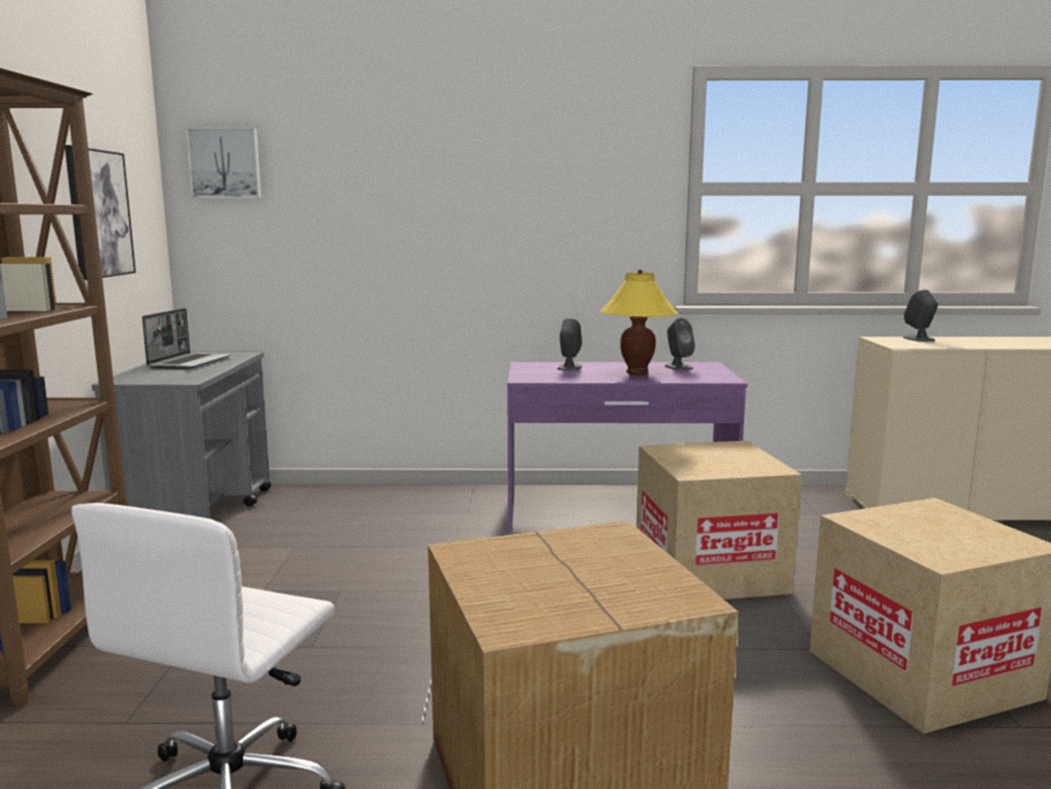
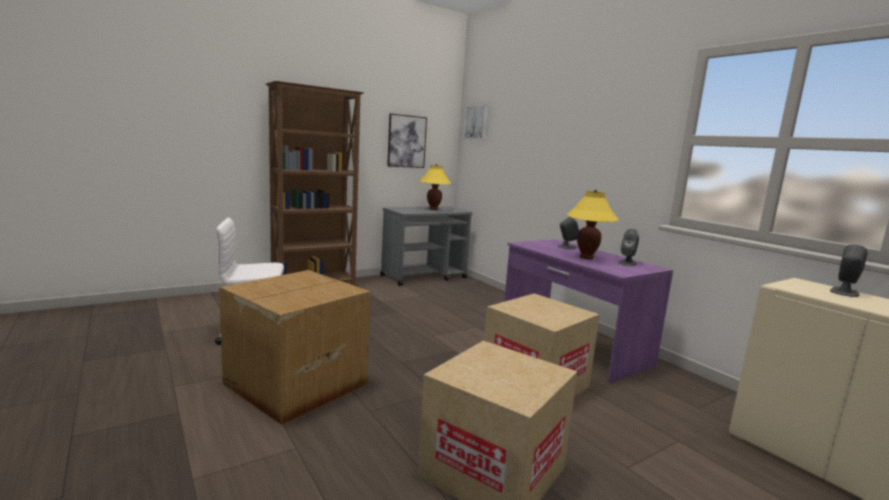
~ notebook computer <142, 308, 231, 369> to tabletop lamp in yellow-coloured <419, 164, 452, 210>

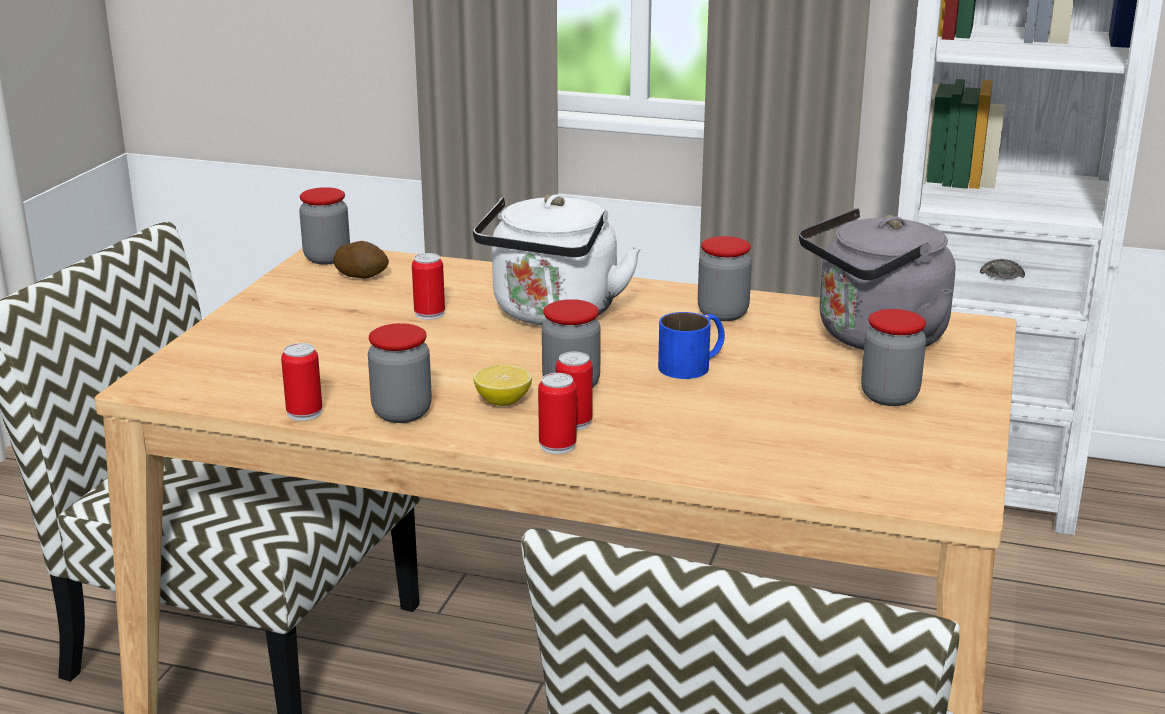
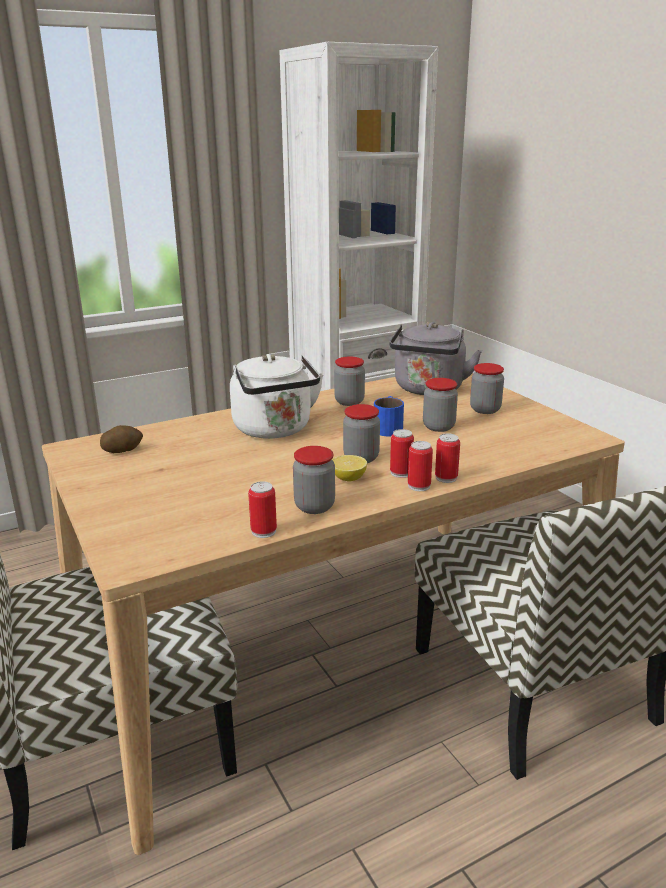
~ preserve jar <299, 187, 350, 264> to <423, 378, 458, 432>
~ sealed can <412, 253, 445, 320> to <435, 434, 460, 483>

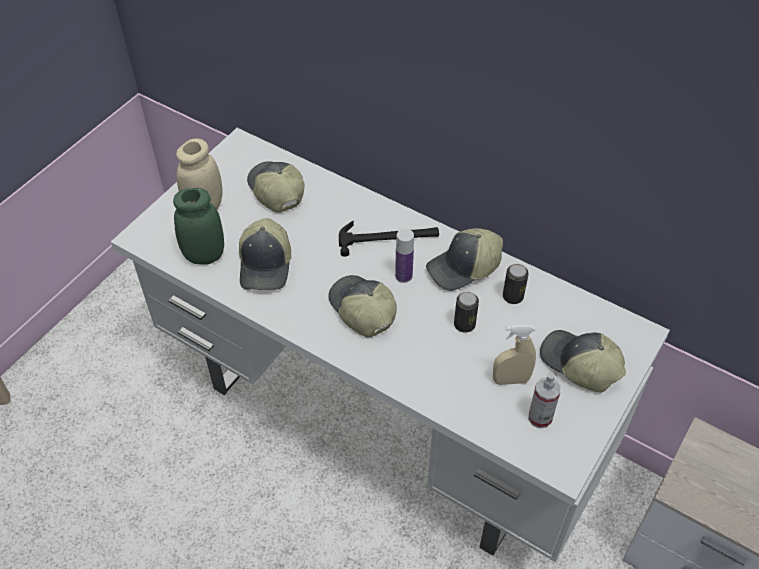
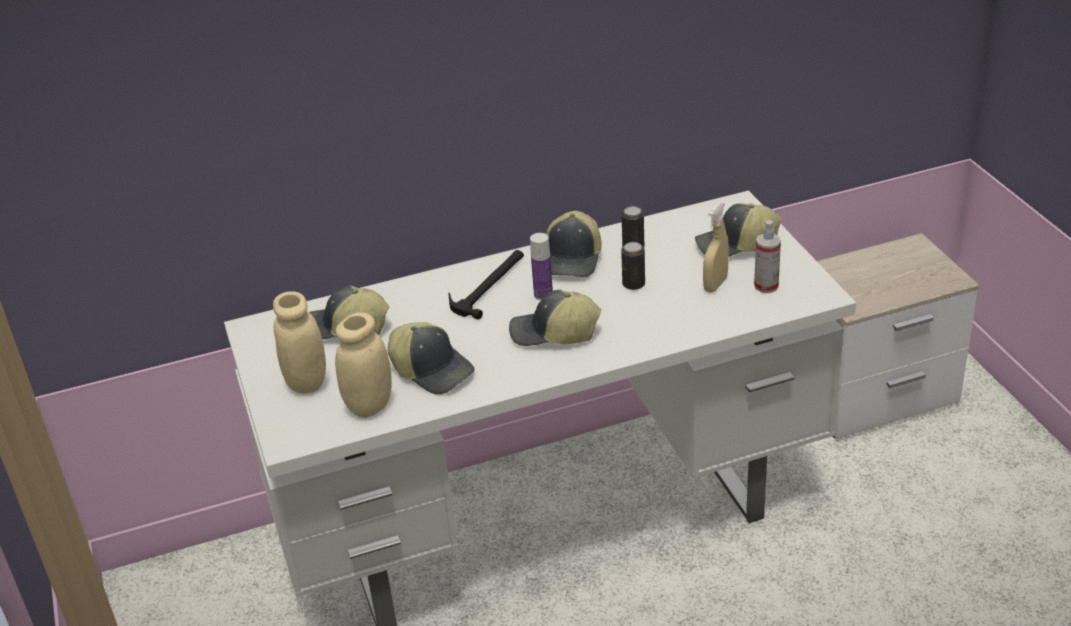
~ preserve jar in green <173, 188, 224, 265> to preserve jar in beige-coloured <335, 312, 392, 418>

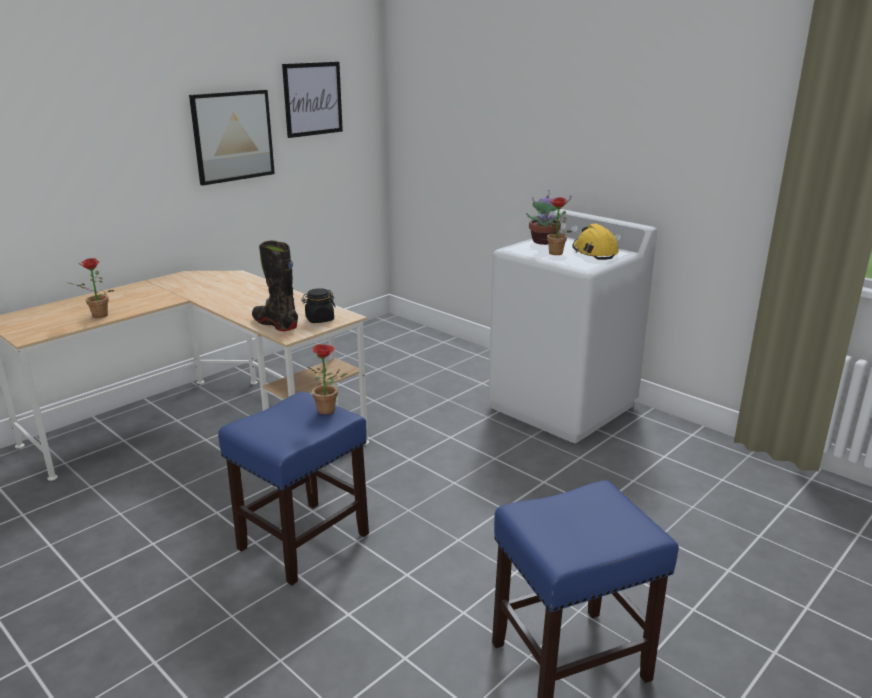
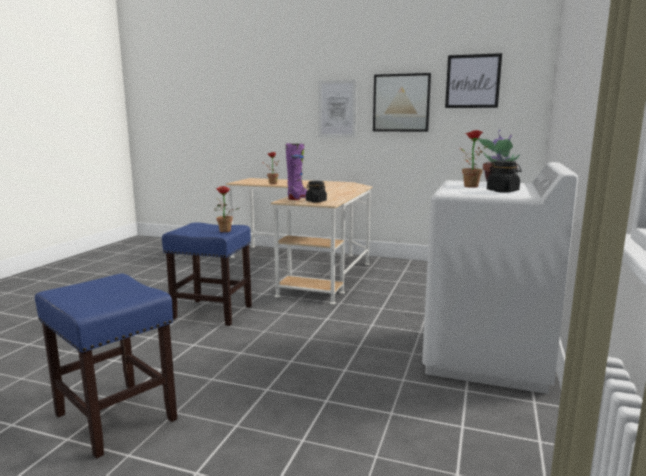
~ tall boot in black <252, 240, 298, 331> to tall boot in purple <286, 143, 307, 200>
~ hard hat in yellow-coloured <572, 224, 619, 260> to preserve jar in black <487, 161, 522, 193>
+ wall picture <318, 80, 357, 138>

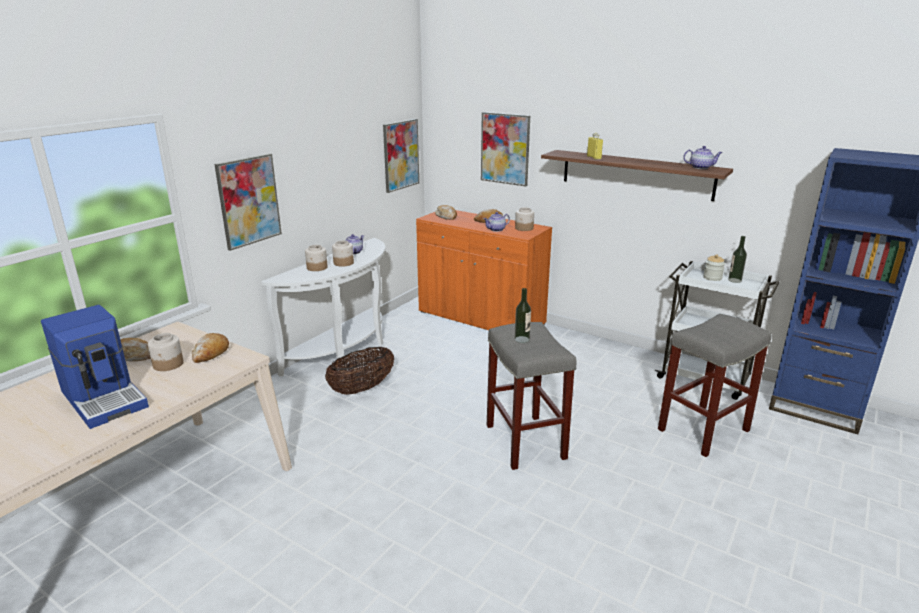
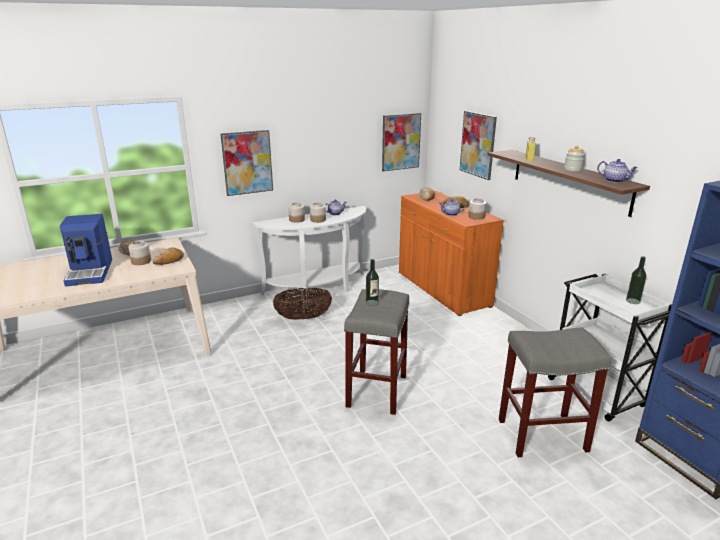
~ preserve jar <703, 254, 725, 281> to <564, 145, 585, 171>

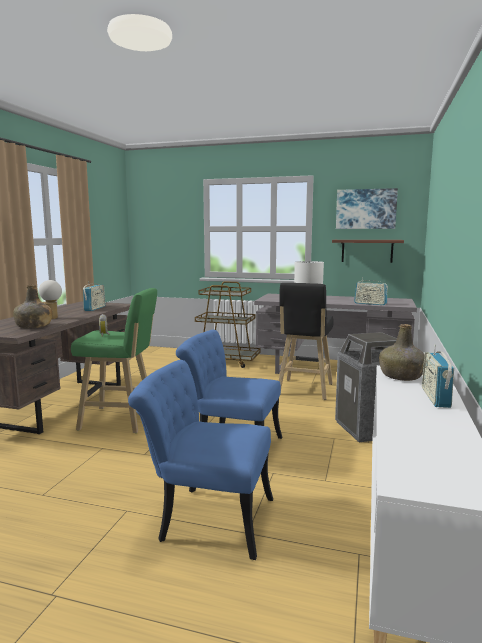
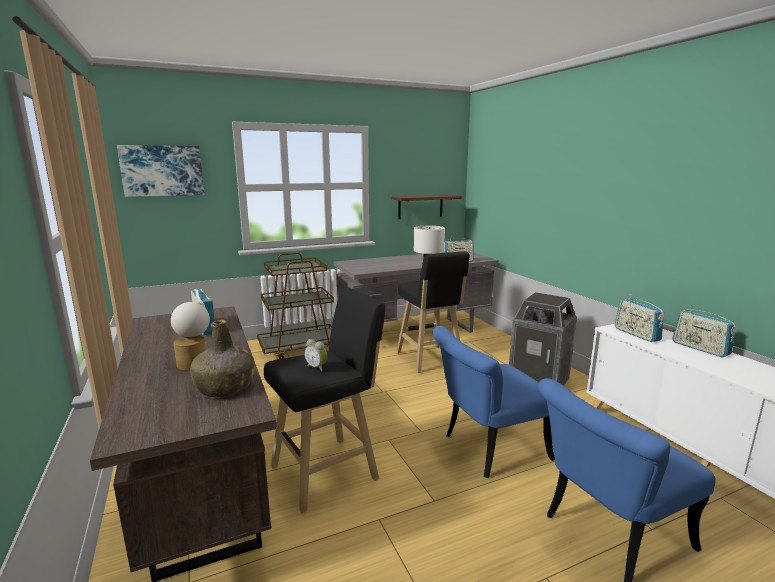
~ sitting stool in green <71, 288, 157, 433> to sitting stool in black <264, 287, 385, 513>
~ wall picture <336, 188, 398, 229> to <117, 145, 204, 197>
~ drink bottle in green <379, 324, 425, 381> to radio set <615, 294, 664, 342>

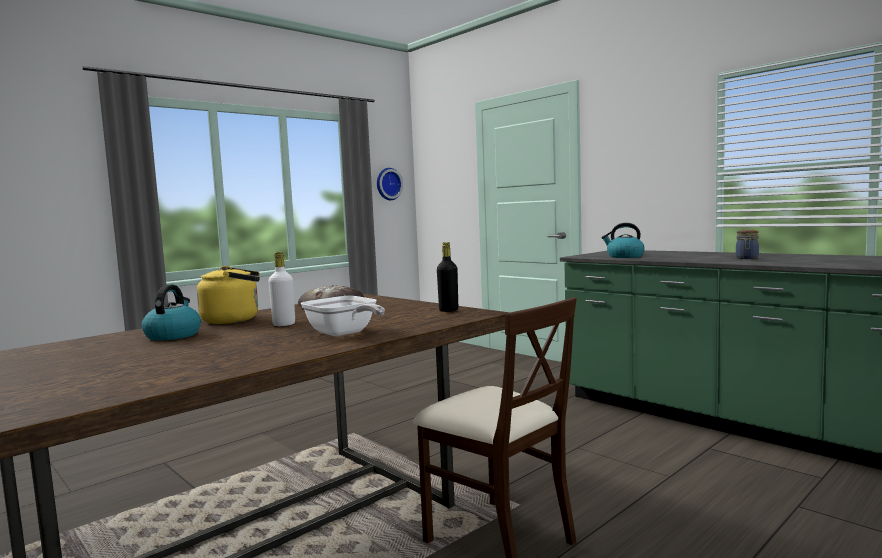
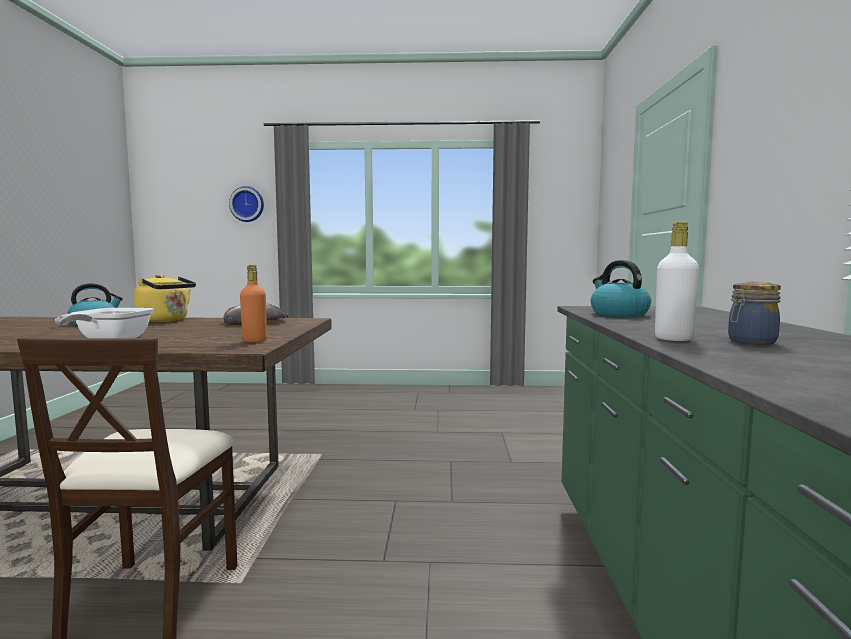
~ drink bottle in white <269, 252, 295, 326> to <655, 222, 699, 341>
~ hanging clock <377, 168, 403, 200> to <229, 186, 264, 222>
~ drink bottle in black <437, 242, 458, 312> to drink bottle in orangey <240, 265, 267, 342>

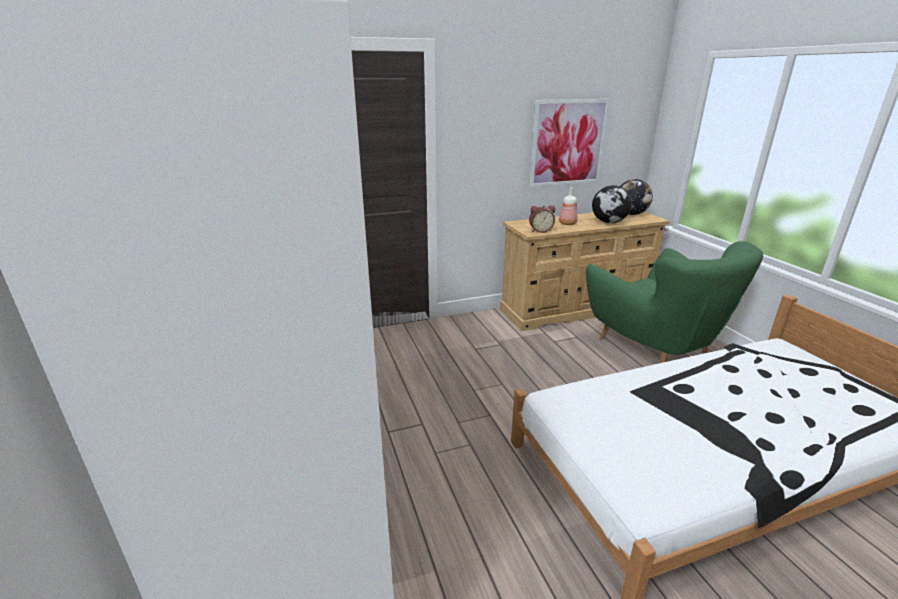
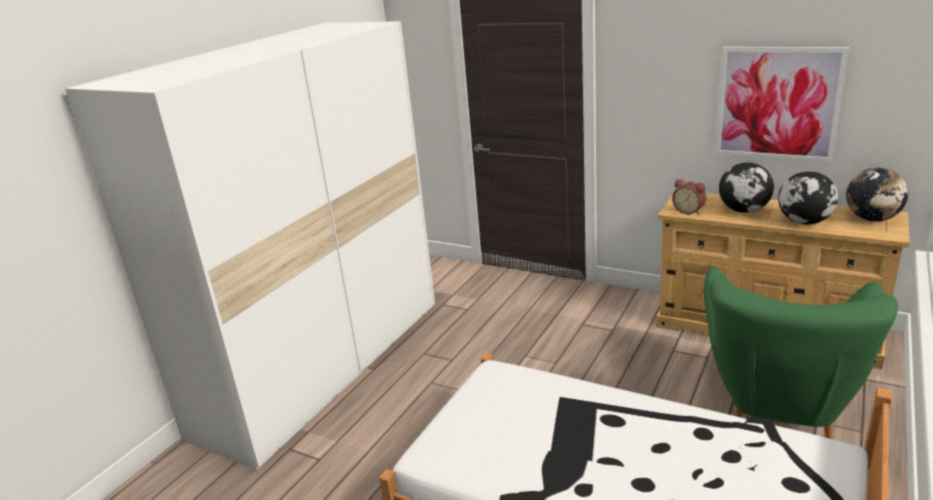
~ drink bottle <559, 187, 577, 225> to globe <719, 162, 774, 213>

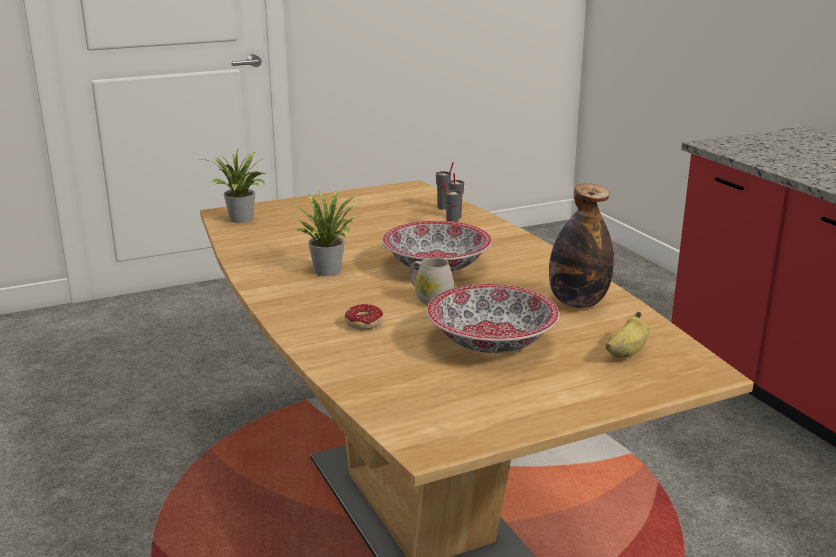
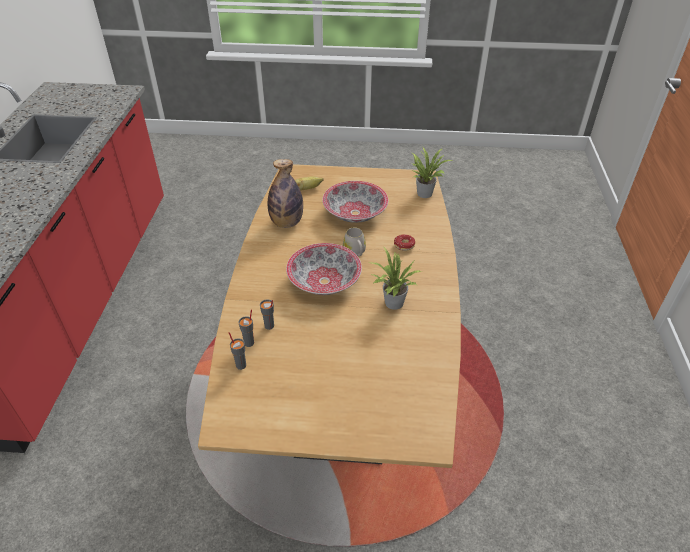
~ houseplant <201, 150, 266, 223> to <412, 146, 454, 198>

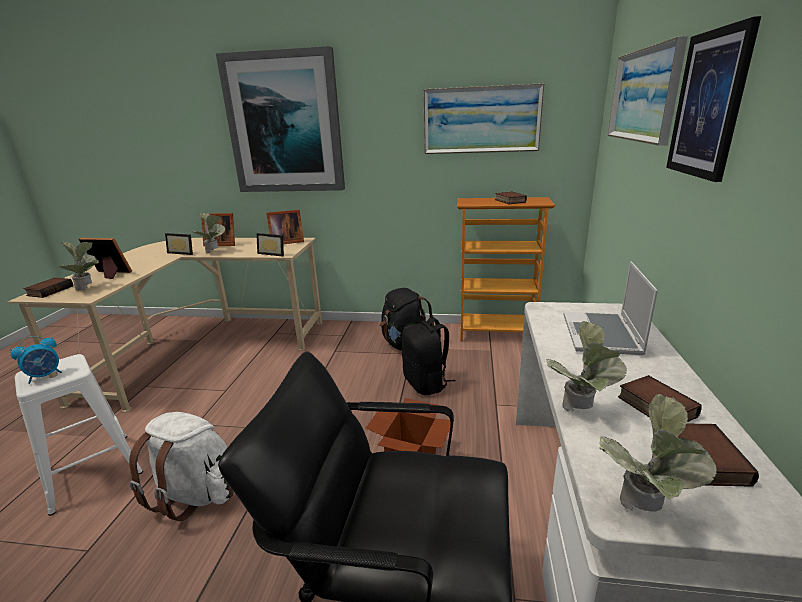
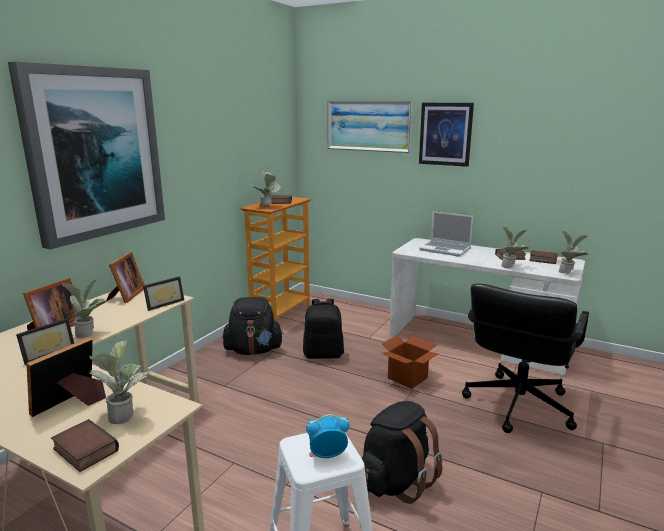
~ table clock <10, 336, 62, 384> = <306, 414, 349, 458> 75 degrees counterclockwise
~ knapsack in white <129, 412, 234, 521> to knapsack in black <362, 401, 443, 504>
- wall picture <423, 83, 545, 154>
+ houseplant <252, 171, 281, 207>

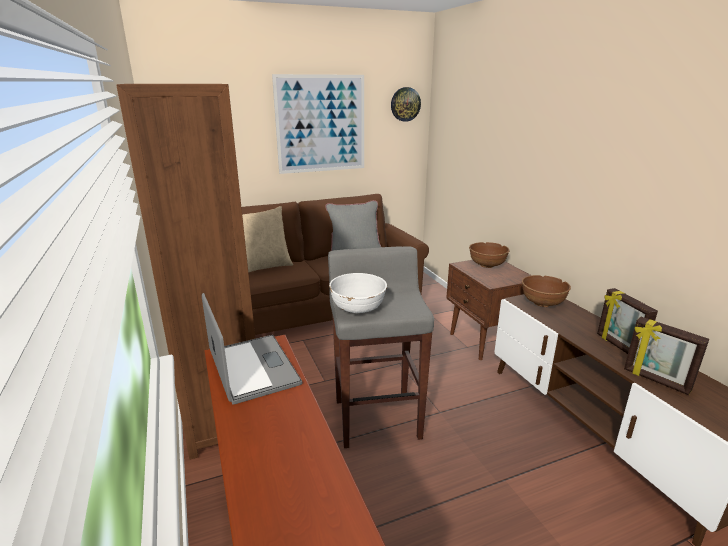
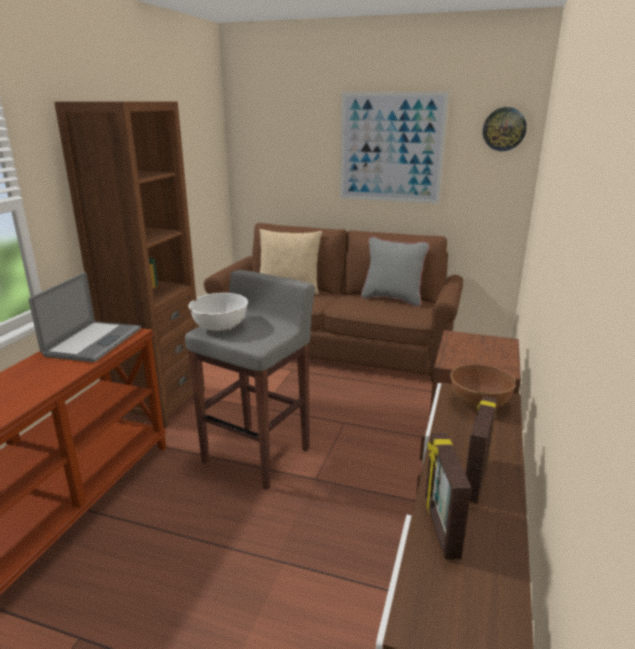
- serving bowl in brown-coloured <469, 242, 510, 268>

